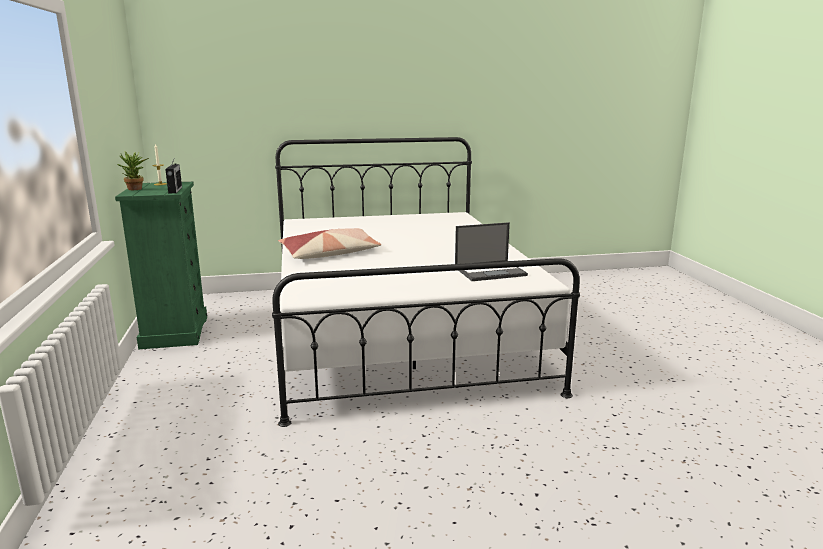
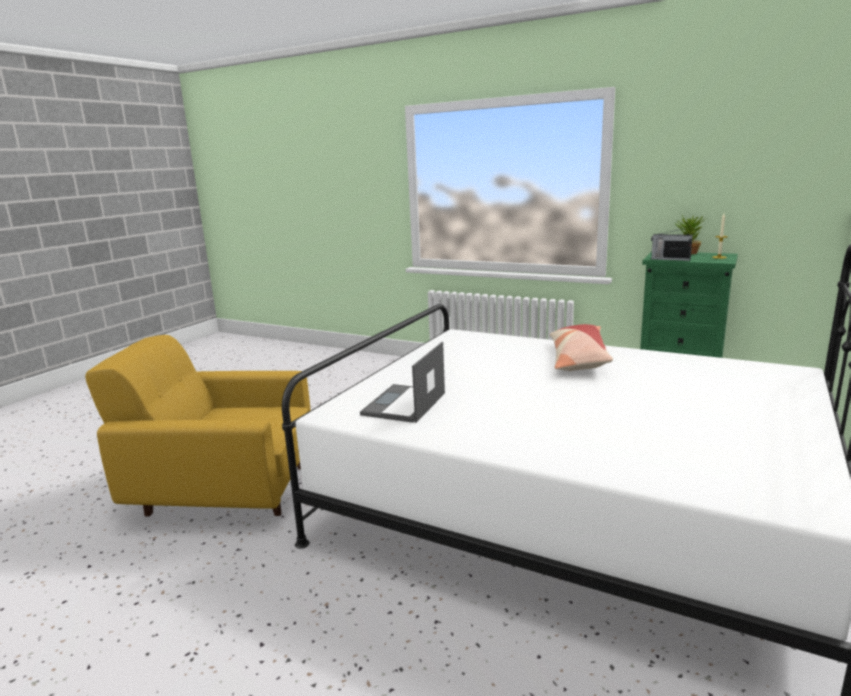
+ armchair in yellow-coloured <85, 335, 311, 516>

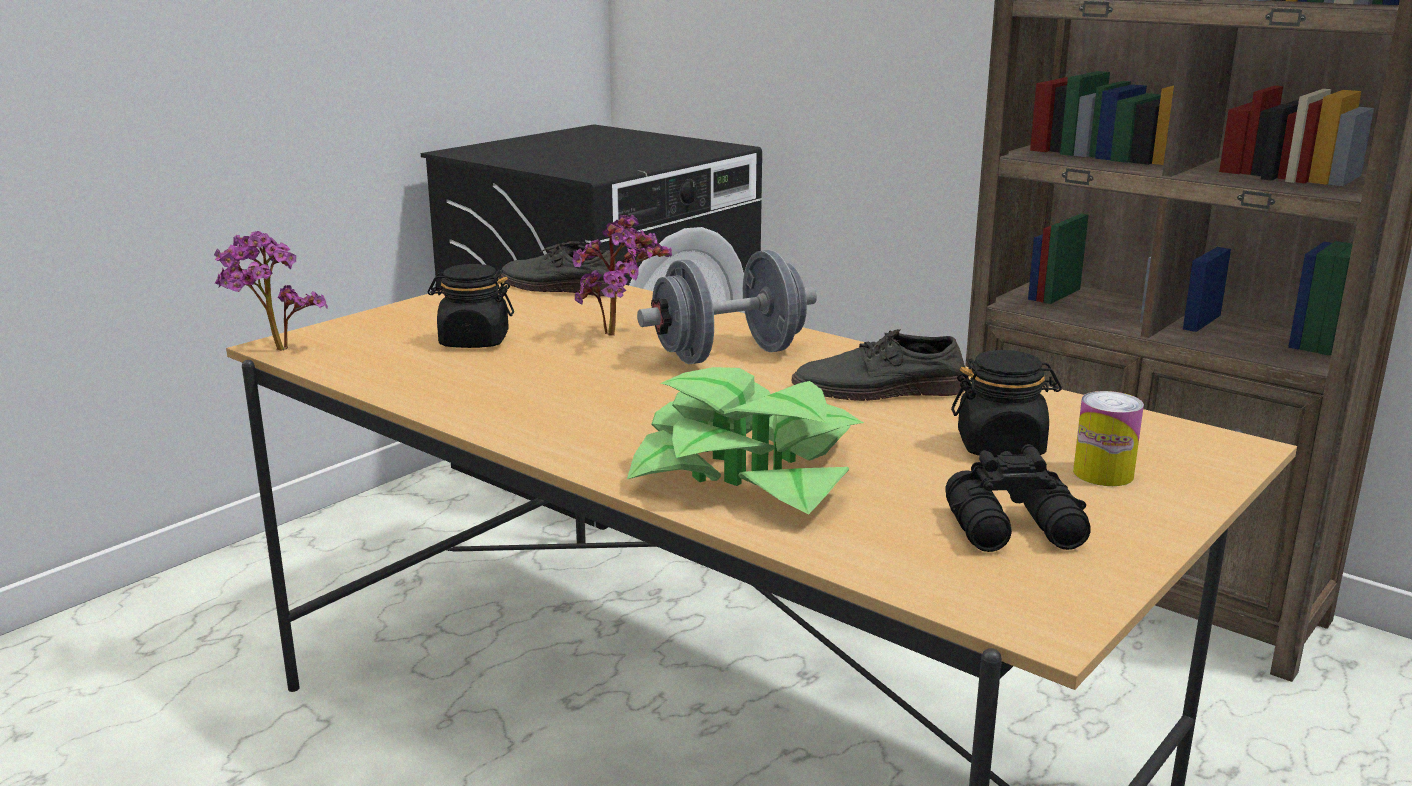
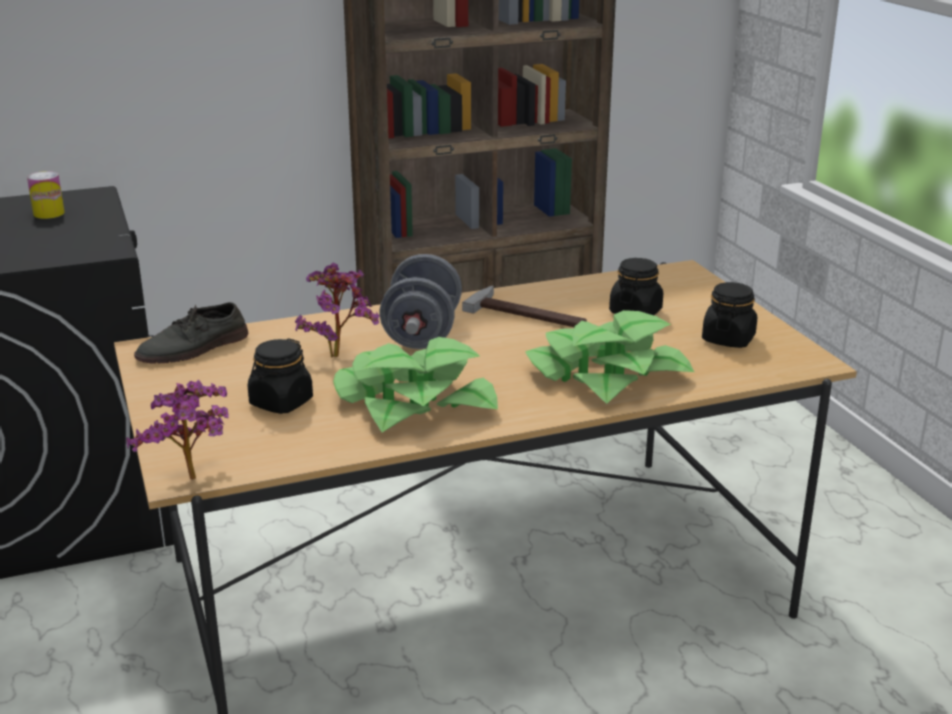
~ low shoe in grey <792, 329, 966, 401> to hammer <462, 285, 587, 327>
~ pair of binoculars in black <945, 444, 1091, 552> to preserve jar in black <702, 282, 757, 348>
~ sealed can <1073, 391, 1144, 486> to <27, 171, 65, 219>
+ houseplant <333, 337, 498, 432>

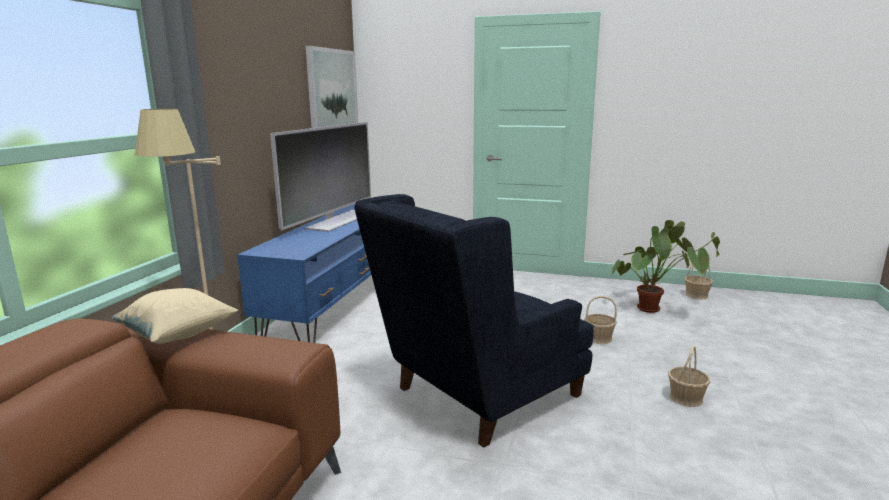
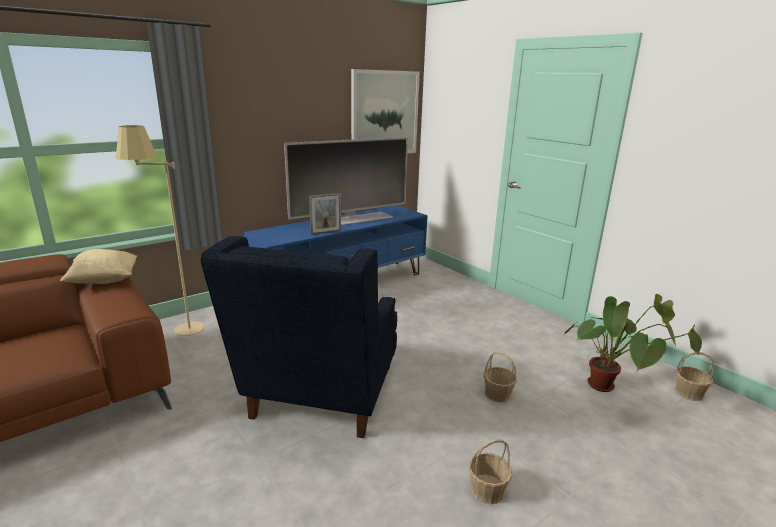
~ armchair in bluish <354, 194, 594, 448> = <201, 236, 397, 438> 75 degrees counterclockwise
+ photo frame <309, 193, 341, 235>

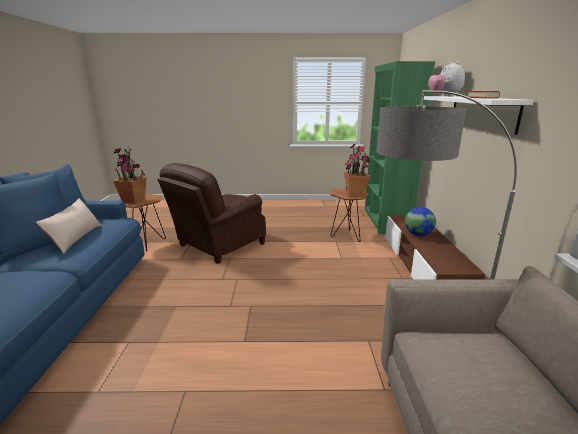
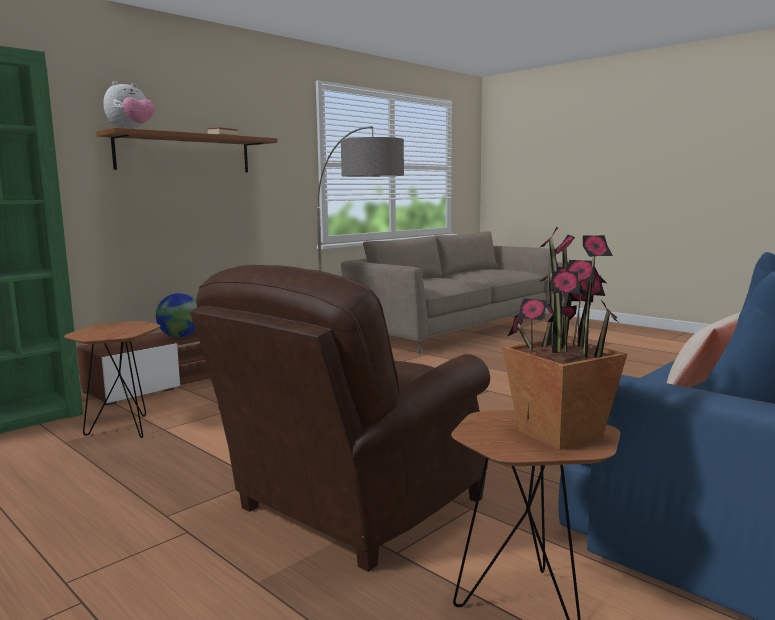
~ armchair in brown-coloured <157, 163, 266, 264> = <190, 265, 490, 572> 135 degrees clockwise
- houseplant <344, 144, 370, 197>
~ shelf in white <424, 96, 534, 135> to shelf in brown-coloured <96, 128, 277, 172>

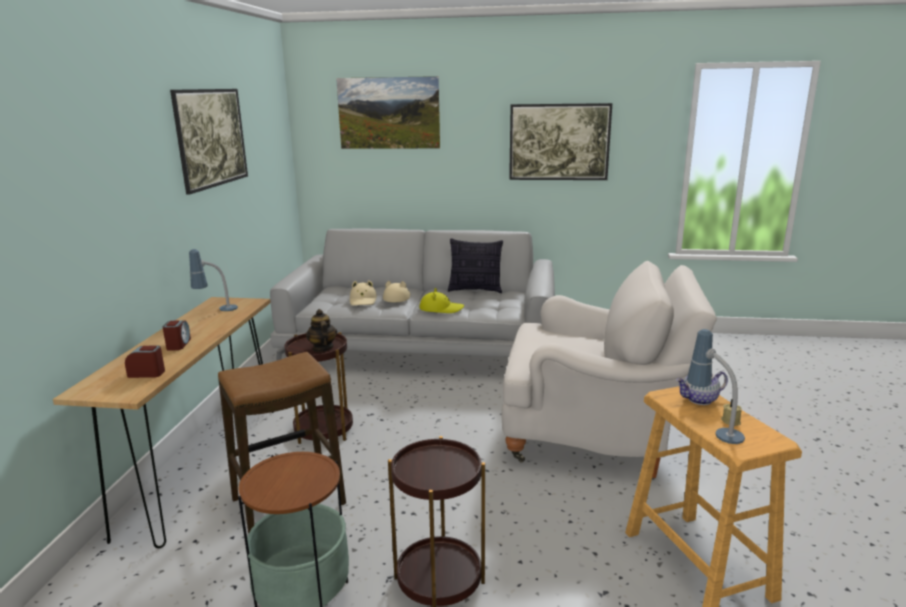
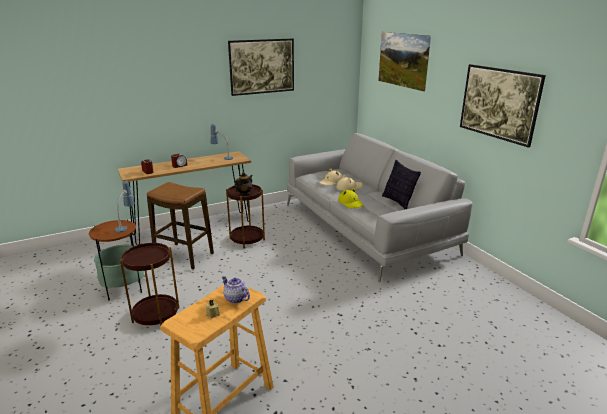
- armchair in white <501, 261, 717, 478>
~ tabletop lamp <687, 329, 745, 444> to <115, 181, 135, 232>

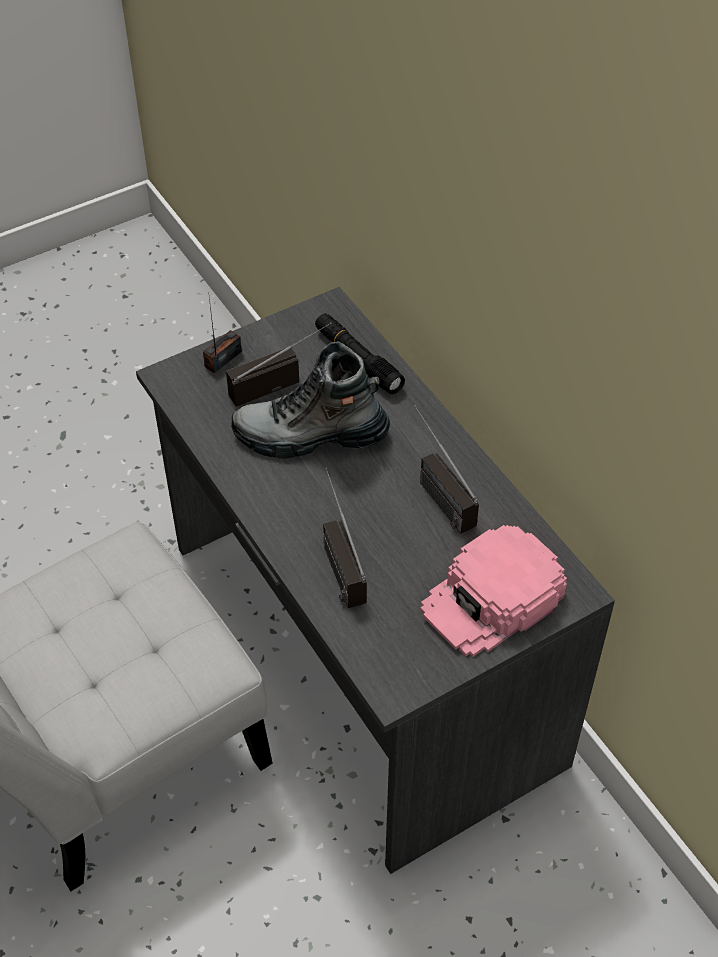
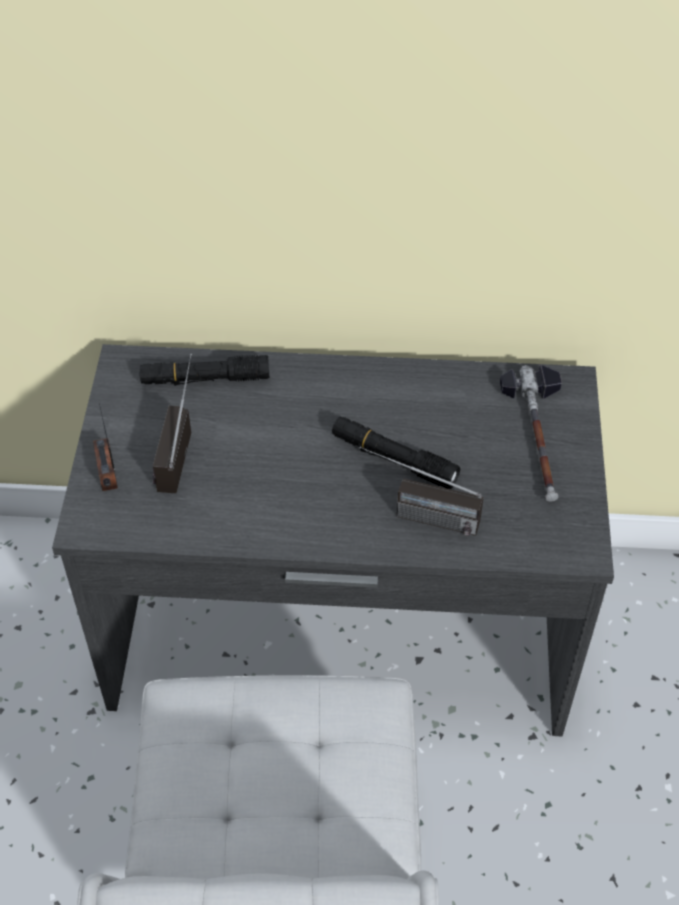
- tall boot <231, 341, 390, 459>
- radio set <414, 405, 479, 534>
~ baseball cap in pink <420, 525, 567, 657> to hammer <500, 365, 562, 502>
+ flashlight in black <332, 417, 460, 489>

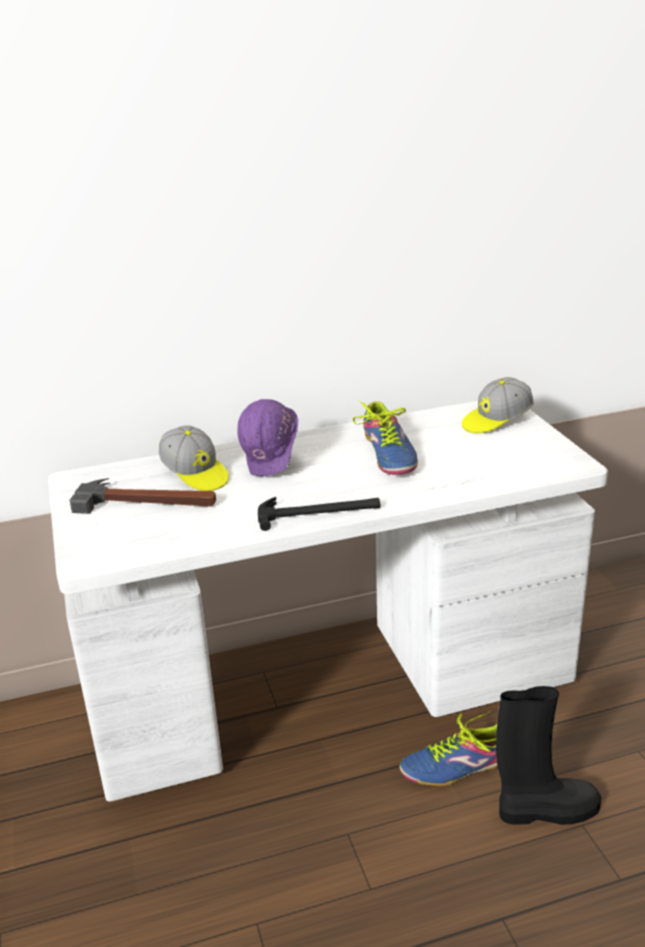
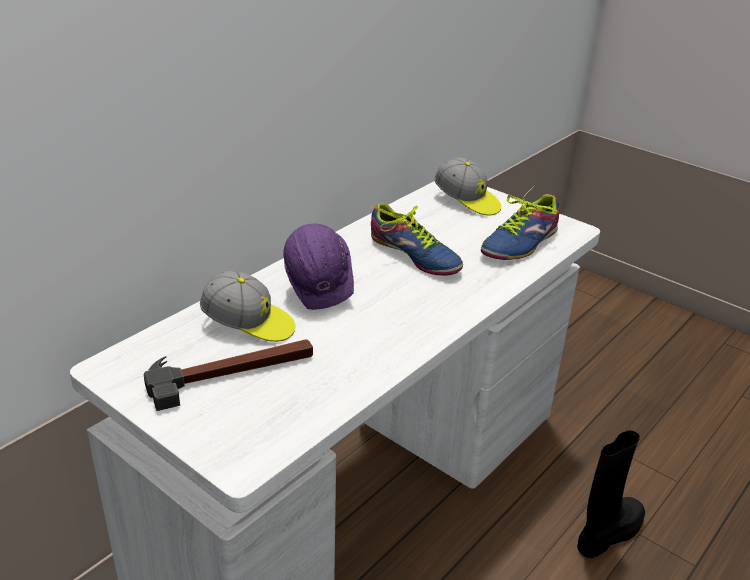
- hammer <258, 497, 380, 531>
~ low shoe <399, 711, 498, 786> to <481, 186, 560, 260>
~ baseball cap <462, 377, 534, 433> = <434, 158, 501, 216> 75 degrees counterclockwise

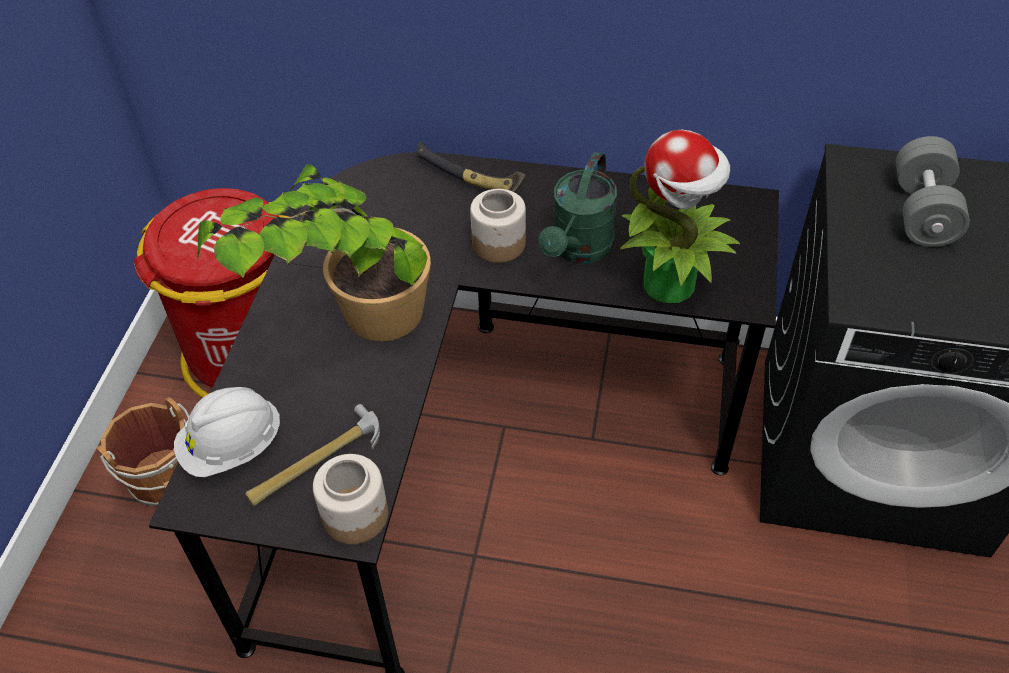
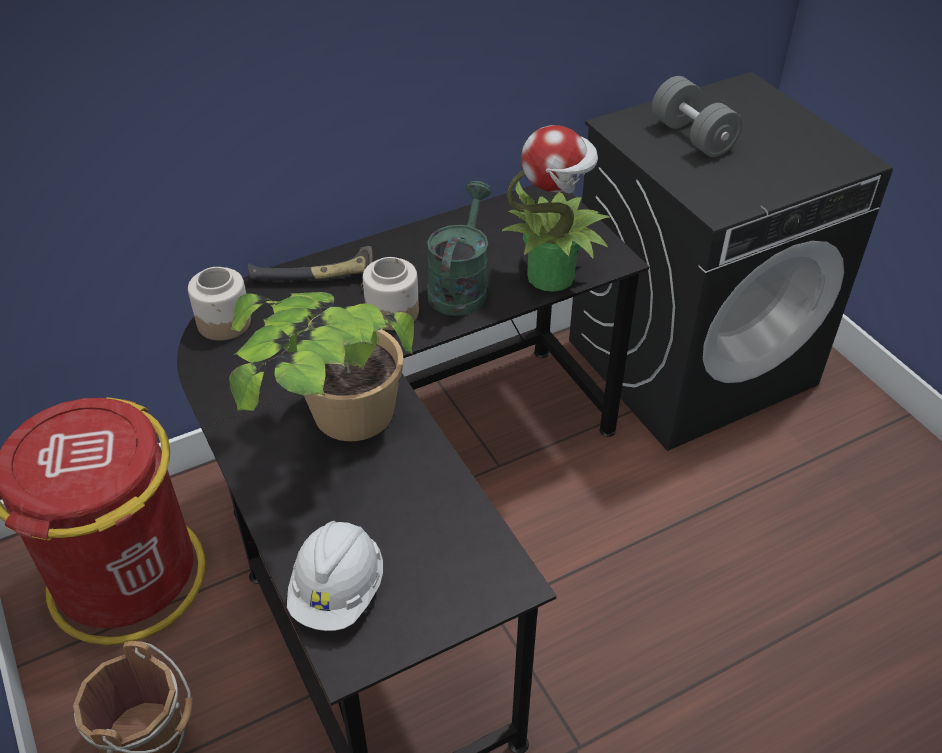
- hammer <245, 404, 380, 506>
~ preserve jar <313, 454, 388, 544> to <188, 267, 251, 341>
~ watering pot in green <539, 152, 617, 264> = <427, 181, 492, 316> 150 degrees counterclockwise

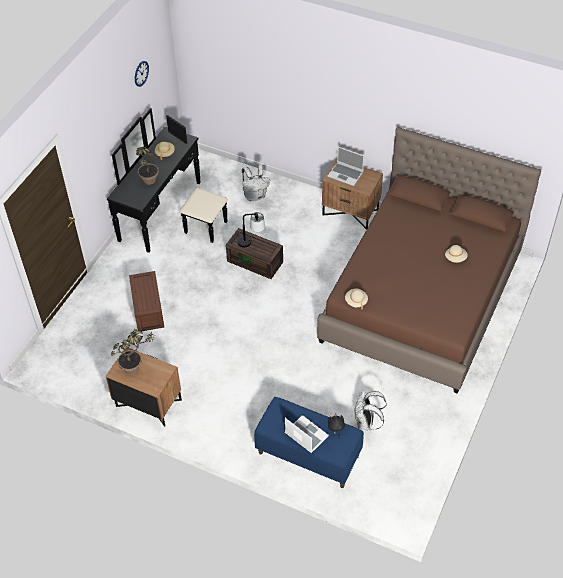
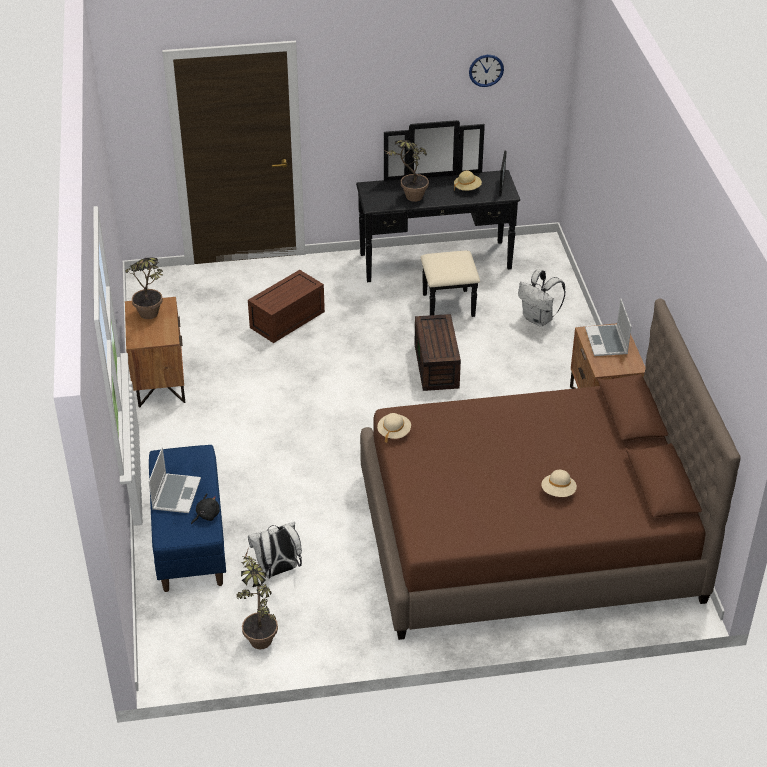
- tabletop lamp <237, 212, 265, 248>
+ houseplant <236, 547, 278, 649>

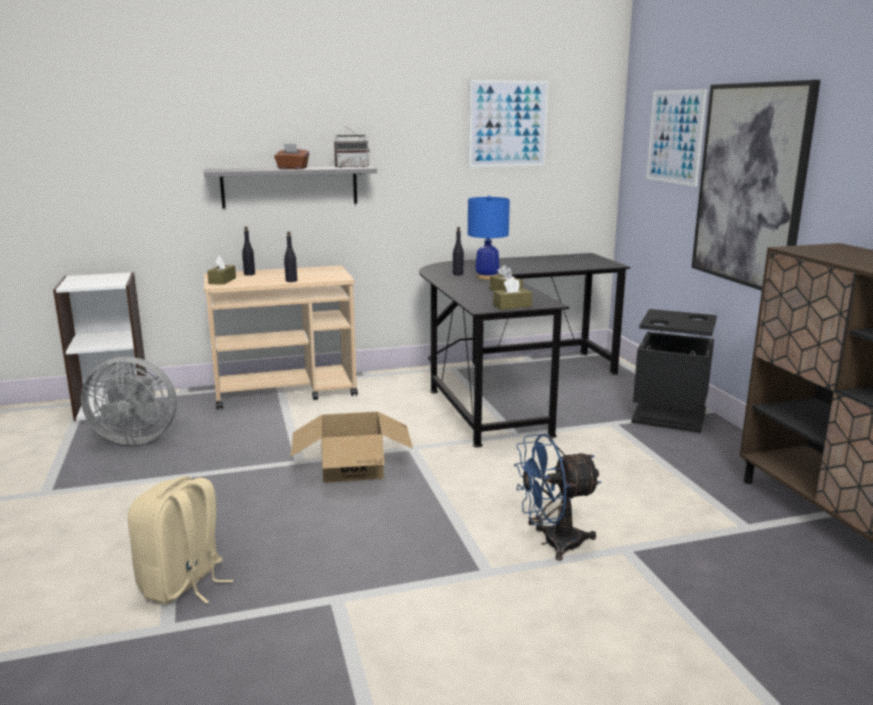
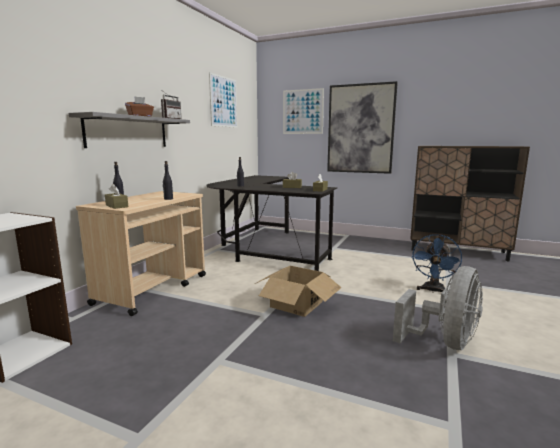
~ electric fan in grey <81, 357, 177, 445> to <393, 266, 483, 350>
- knapsack in beige-coloured <128, 476, 234, 605>
- tabletop lamp in bluish <468, 196, 510, 279>
- rubbish bin in black <631, 309, 717, 433>

